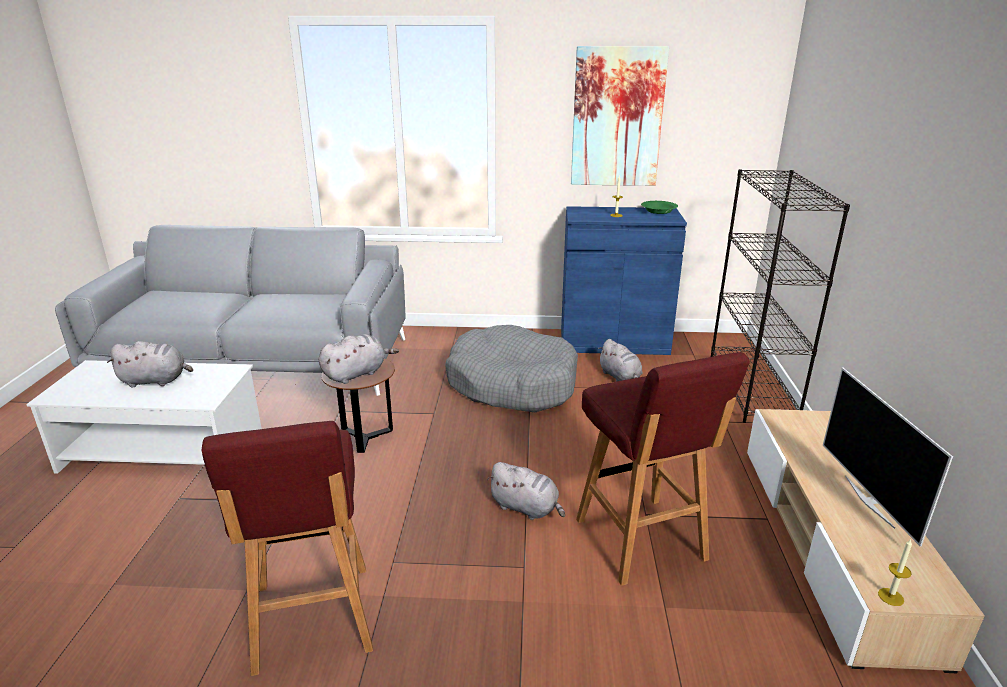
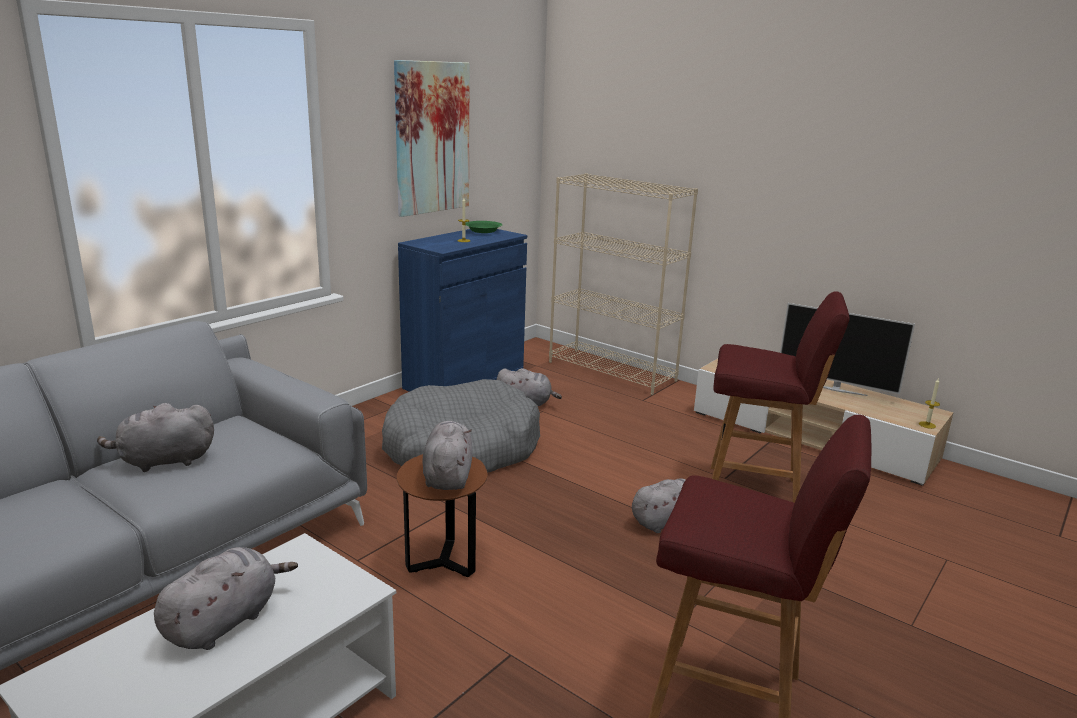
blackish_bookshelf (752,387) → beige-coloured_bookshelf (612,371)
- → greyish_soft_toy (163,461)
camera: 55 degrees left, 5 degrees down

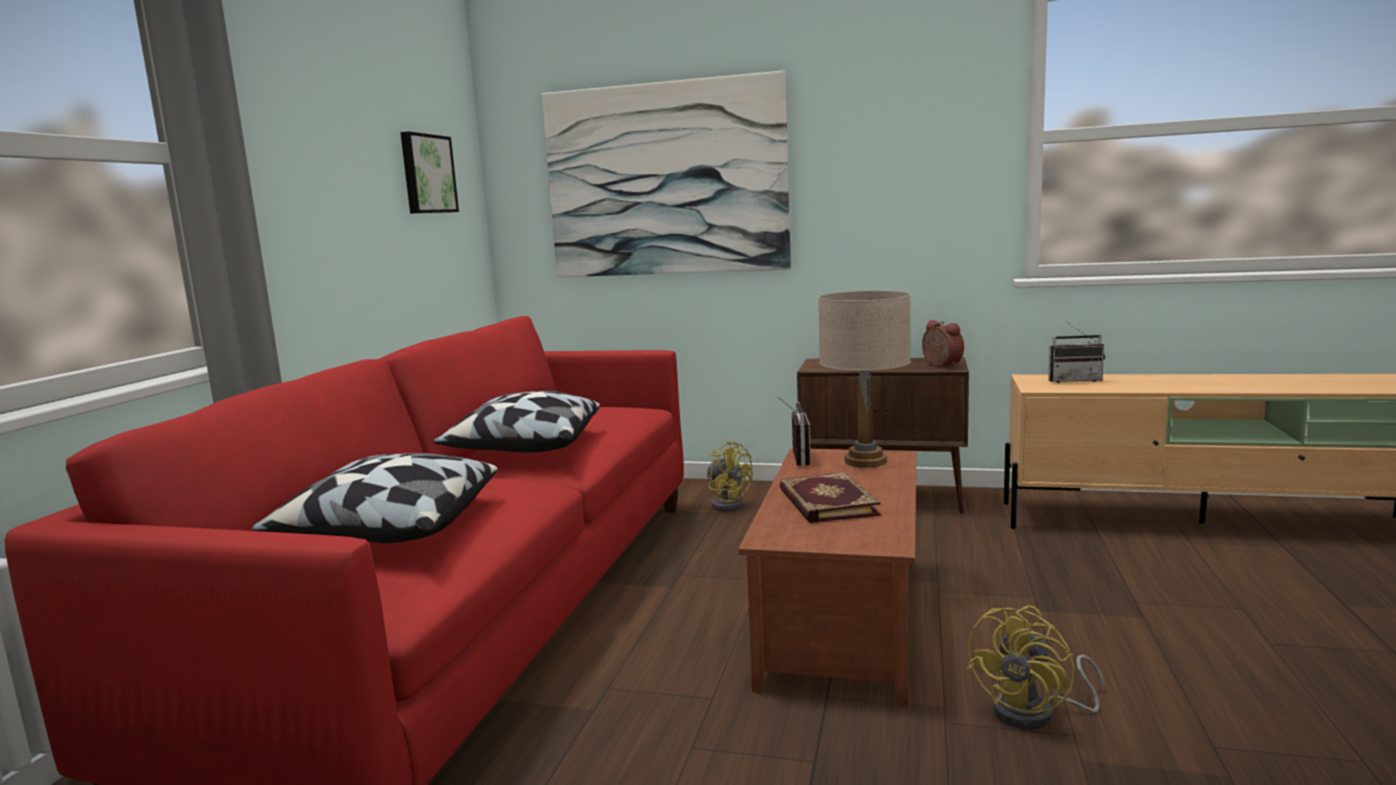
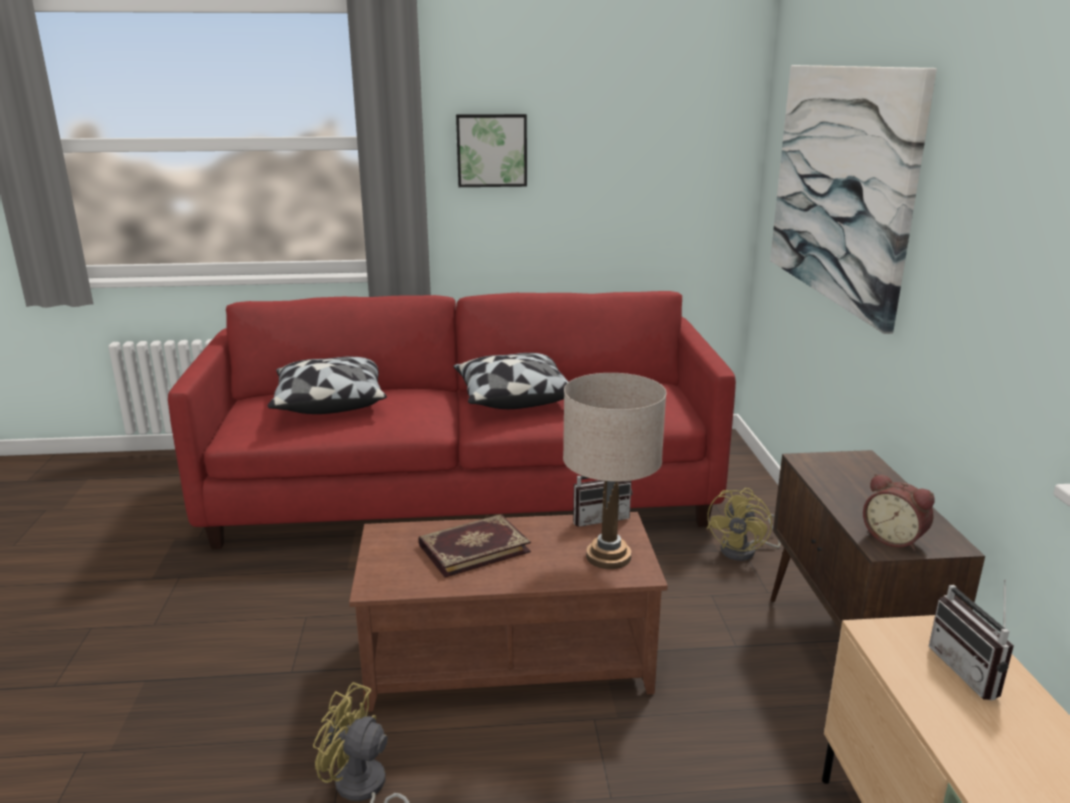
wall_picture (426,174) → wall_picture (491,150), relocated
table_clock (940,366) → table_clock (894,538), 90 degrees clockwise
camera: 70 degrees right, 10 degrees up

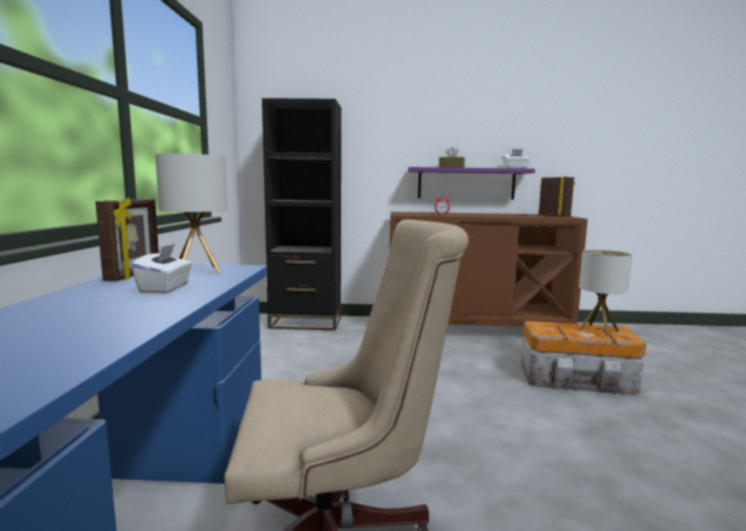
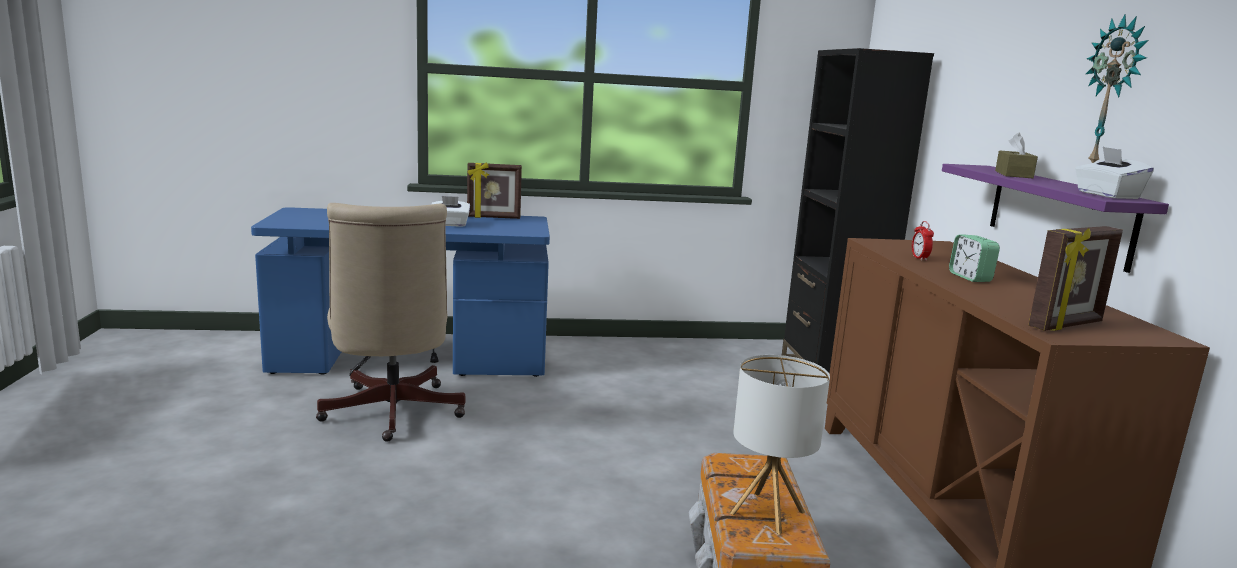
lamp_for_a_table (197,271) → -
- → table_clock (970,277)
- → wall_clock (1114,92)
camera: 80 degrees right, 5 degrees up

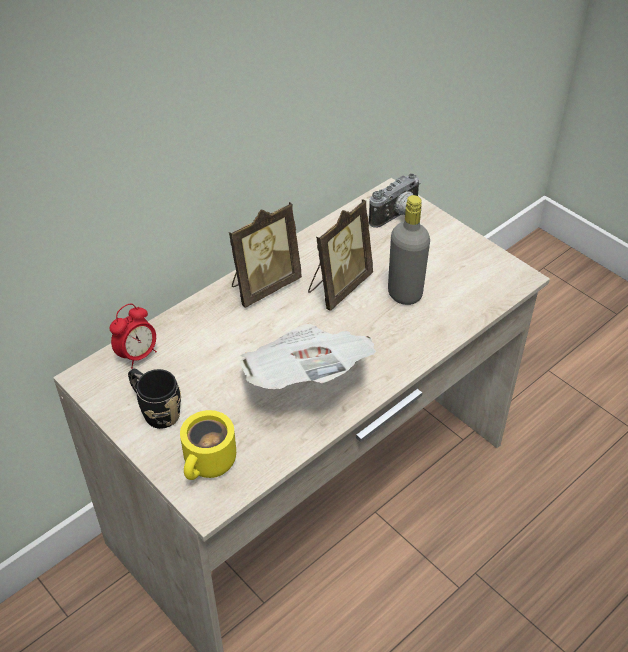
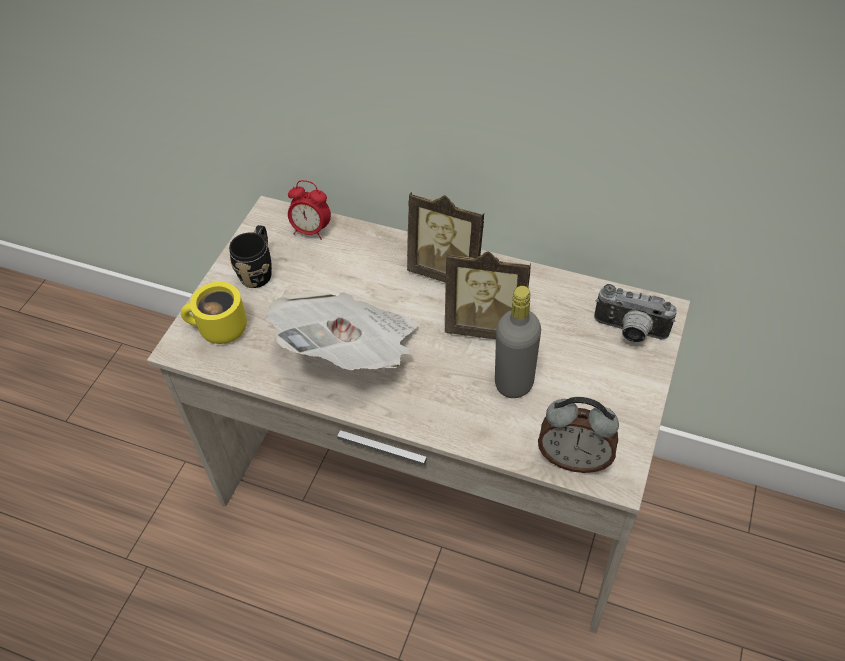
- → table_clock (574,458)
camera: 65 degrees right, 5 degrees up

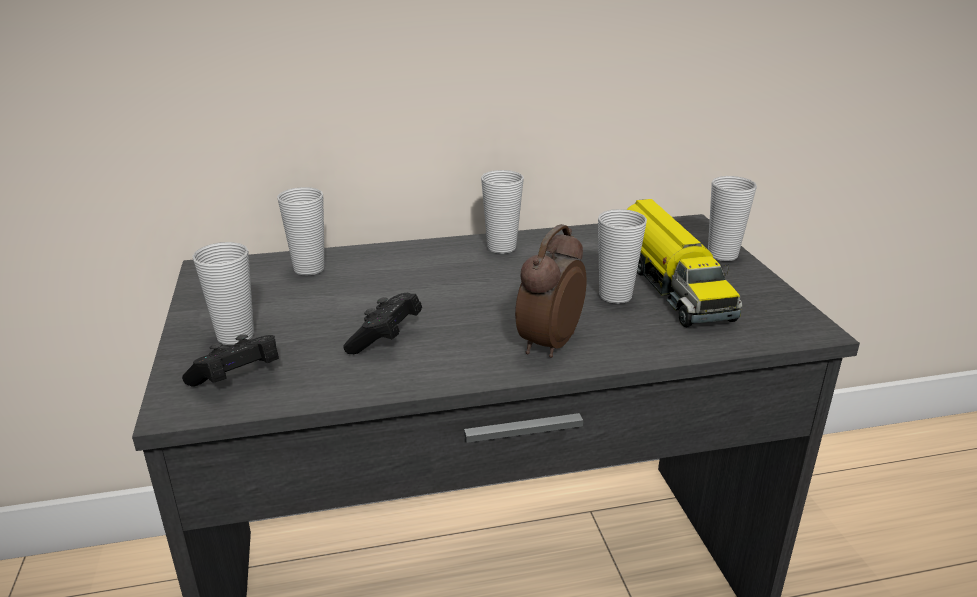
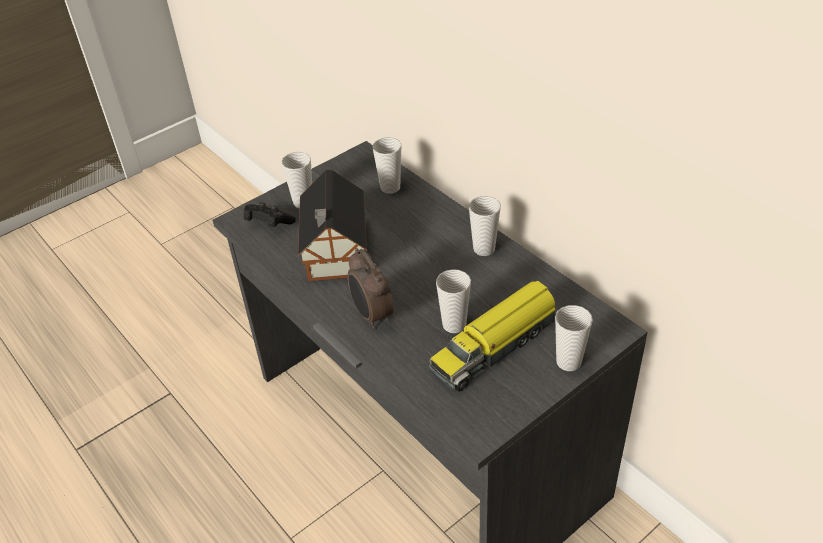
blackish_game_controller (385,339) → model_house (335,252)
table_clock (547,344) → table_clock (371,315), 120 degrees counterclockwise
camera: 65 degrees right, 15 degrees up

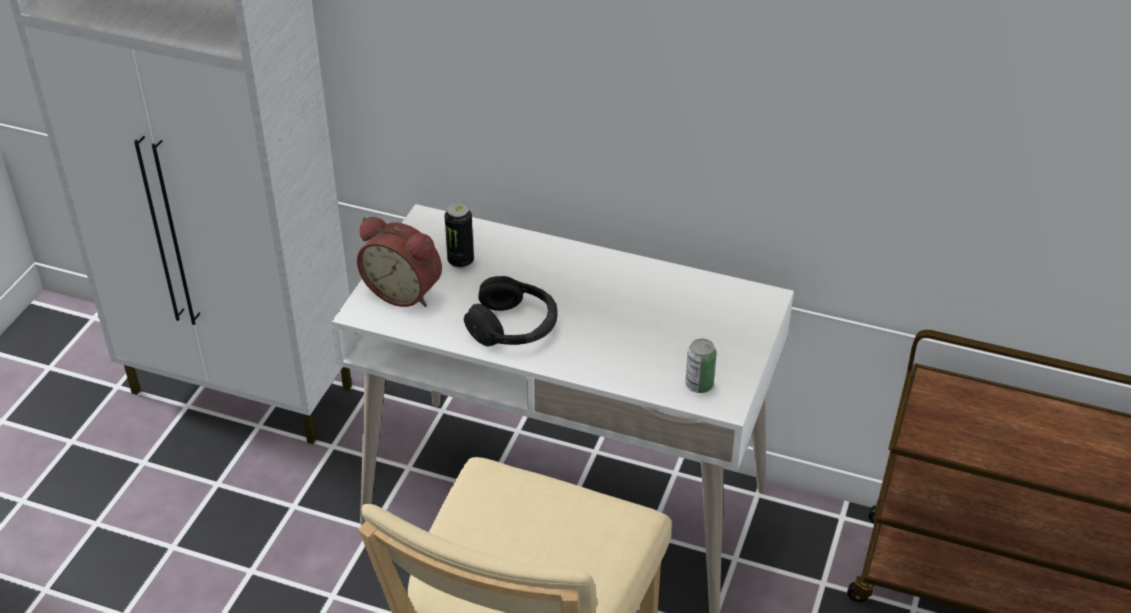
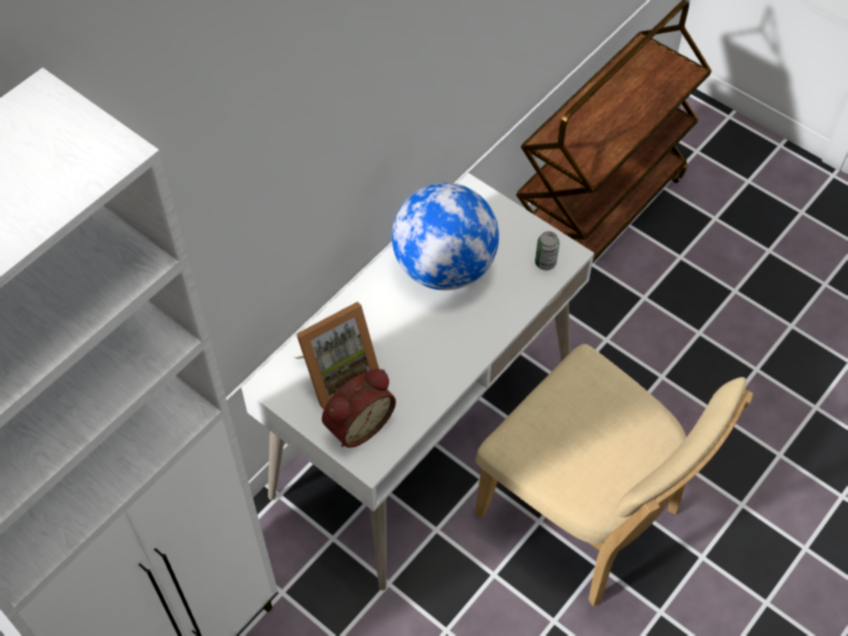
metal_can (460,261) → standing_frame (337,373)
blackish_headphones (513,327) → -
- → world_globe (444,267)
camera: 70 degrees left, 15 degrees up

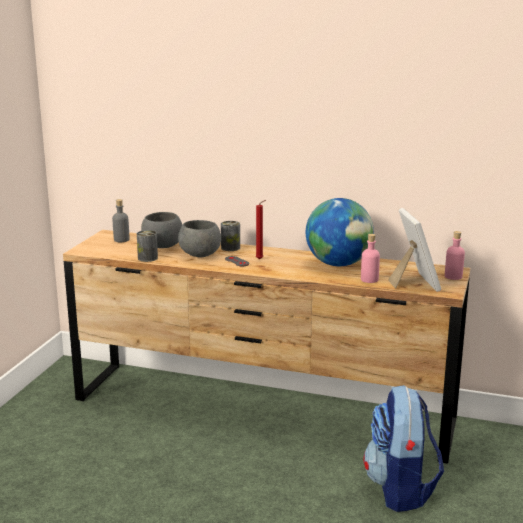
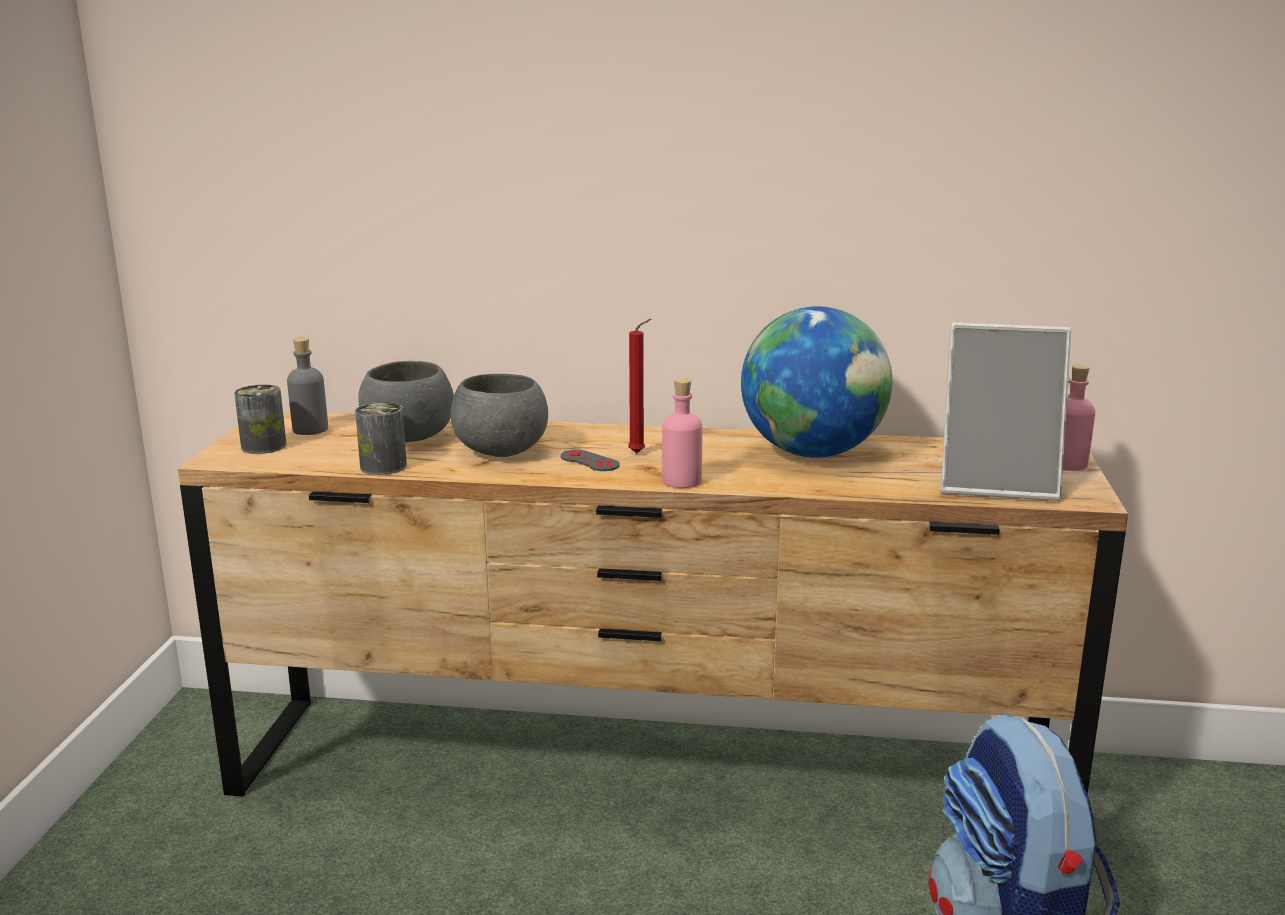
metal_can (230,248) → metal_can (263,446), relocated
pink_beverage_bottle (369,279) → pink_beverage_bottle (681,481), relocated
standing_frame (413,283) → standing_frame (997,483), 120 degrees clockwise
camera: 10 degrees left, 0 degrees up

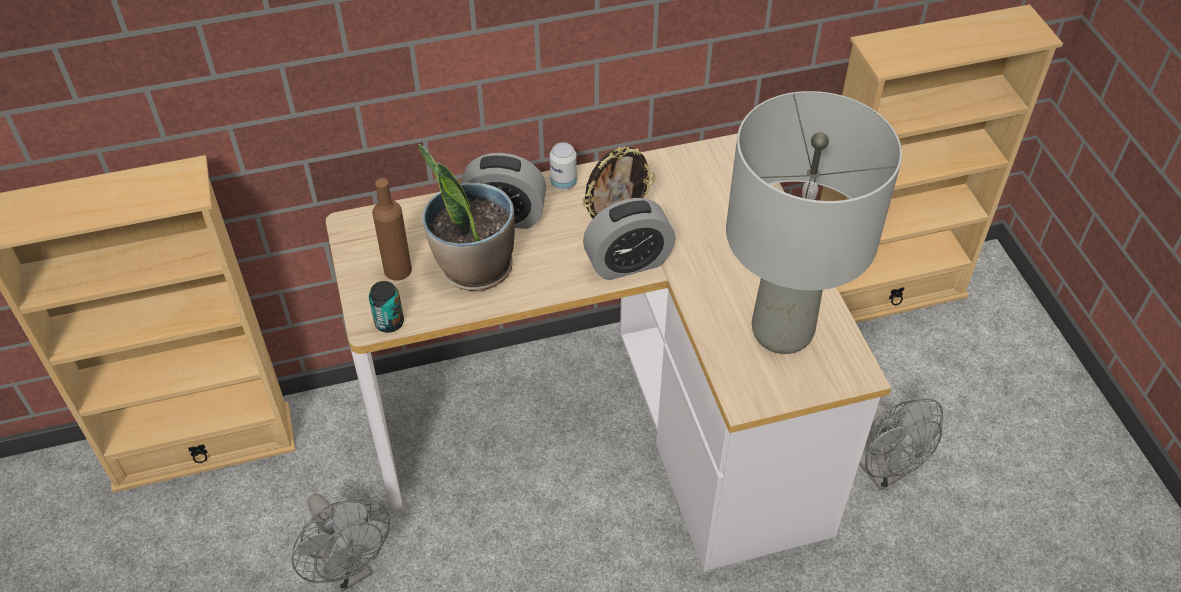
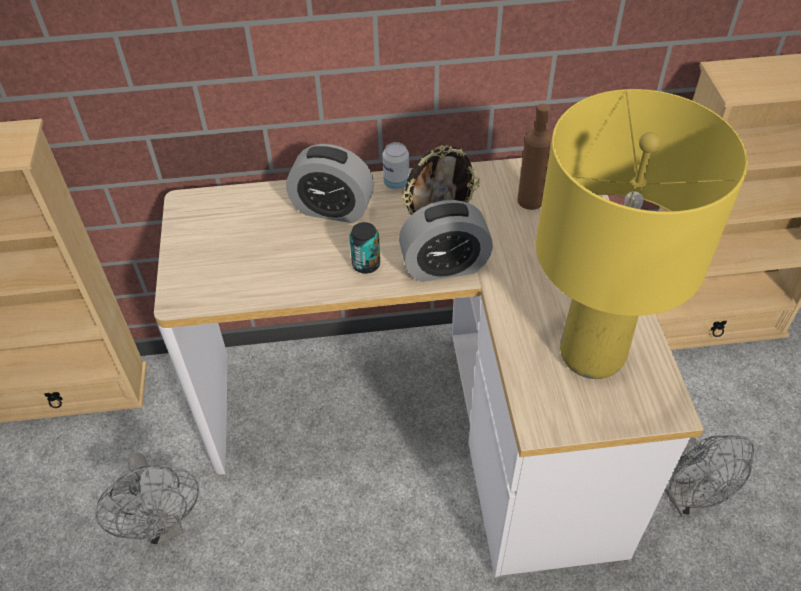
metal_can (389,322) → metal_can (366,264), relocated
brown-coloured_beverage_bottle (397,270) → brown-coloured_beverage_bottle (530,200), relocated
potted_plant (474,268) → -
greyish_lamp_for_a_table (782,332) → yellow_lamp_for_a_table (592,355)
camera: 10 degrees right, 0 degrees up

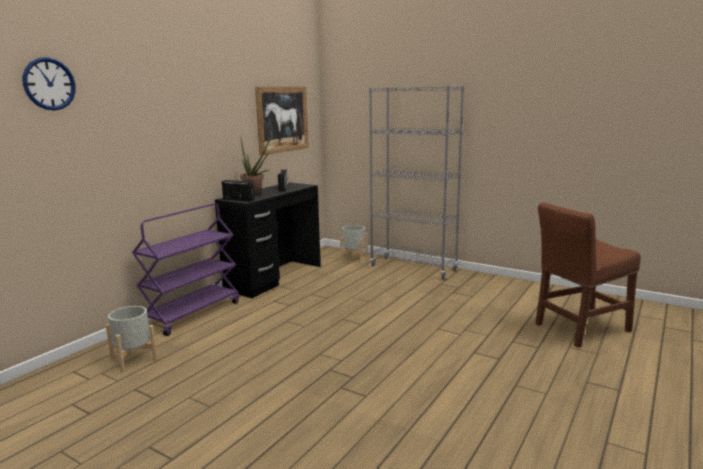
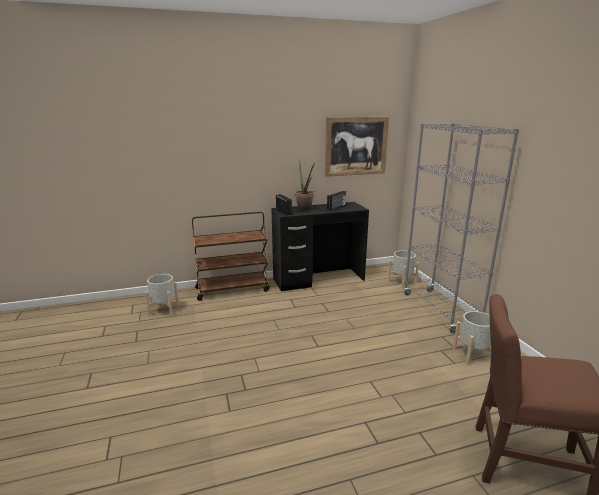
wall_clock (49,84) → -
purple-coloured_cart (192,313) → brown-coloured_cart (233,289)
- → greyish_planter (472,354)
camera: 40 degrees right, 5 degrees up

